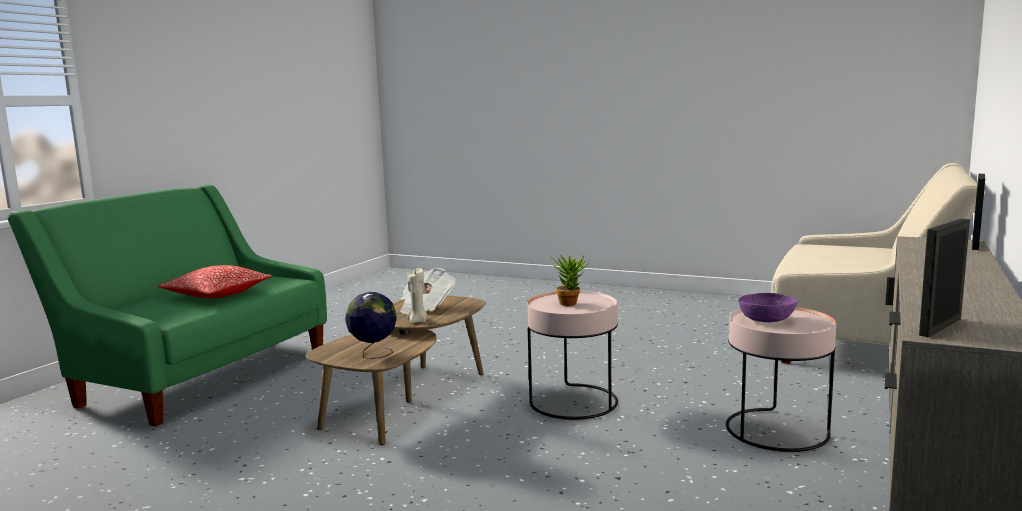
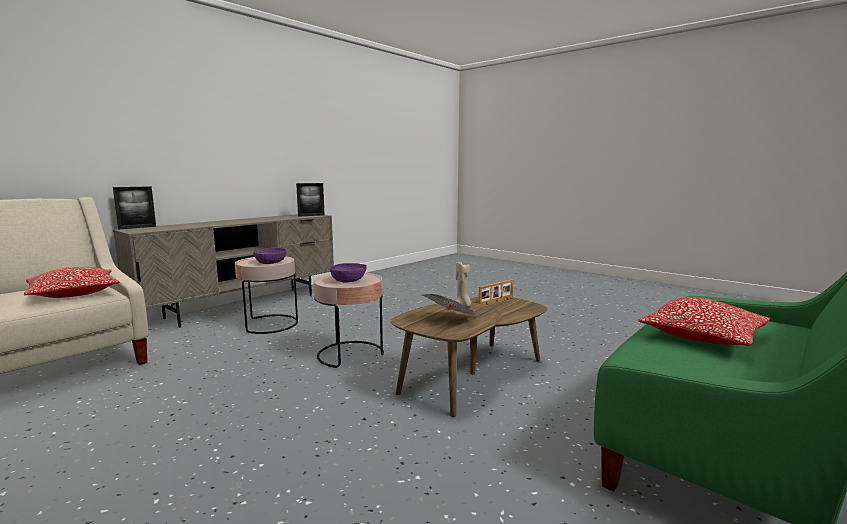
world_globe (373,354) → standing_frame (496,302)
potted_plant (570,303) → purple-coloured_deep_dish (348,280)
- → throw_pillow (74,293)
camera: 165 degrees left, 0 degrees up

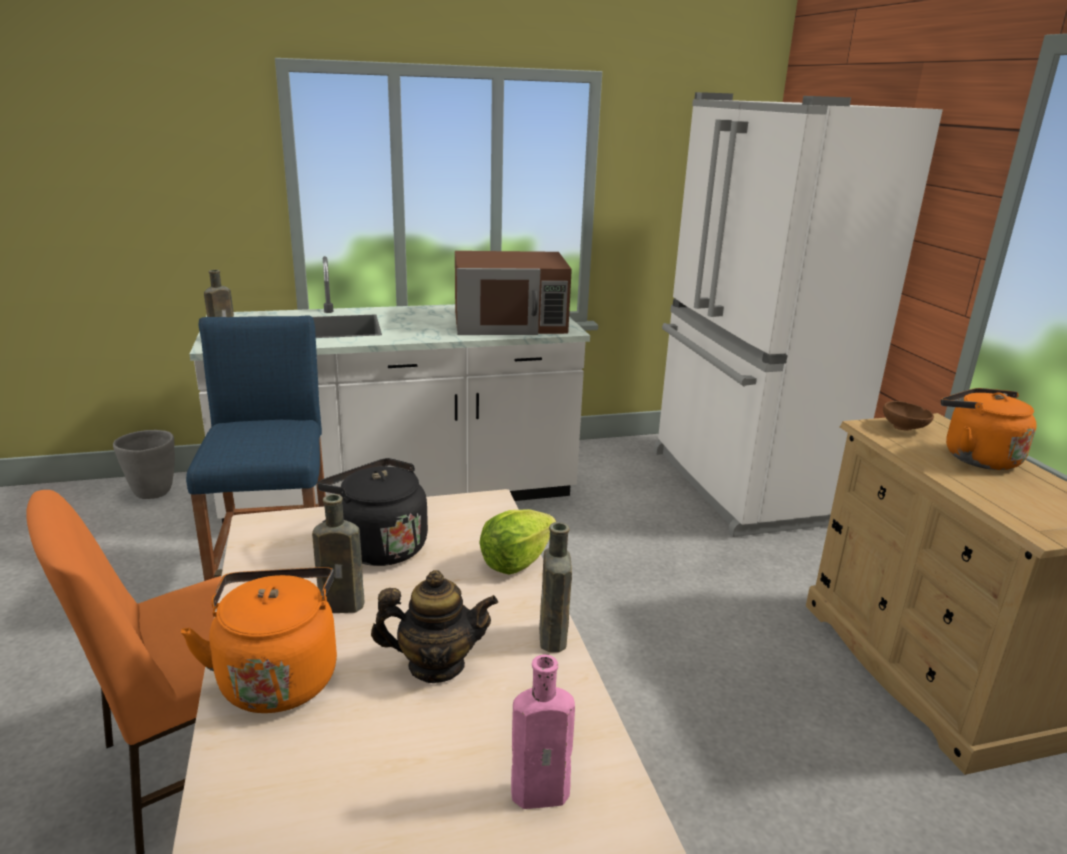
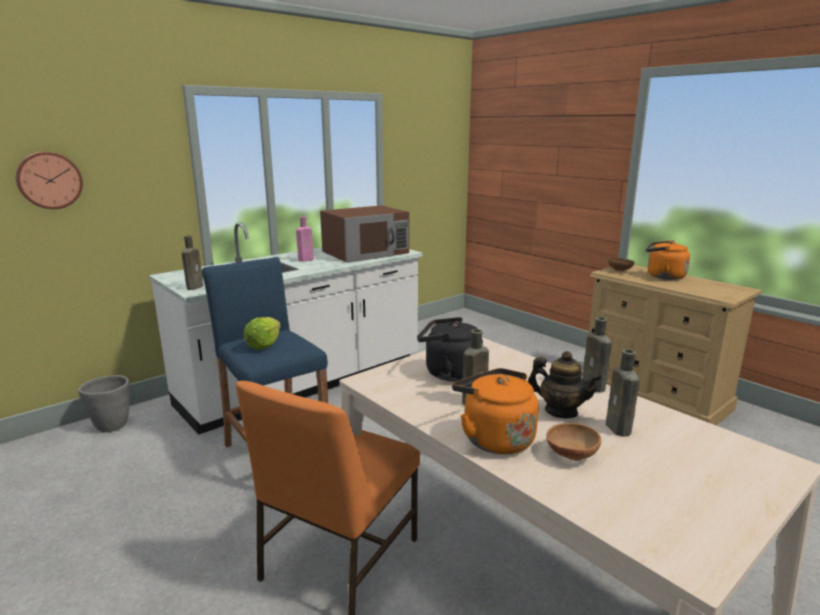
pot_for_tea (436,665) → pot_for_tea (561,411), 60 degrees clockwise
lettuce_head (516,561) → lettuce_head (264,345), relocated
pink_beverage_bottle (544,792) → pink_beverage_bottle (307,259), relocated
white-coloured_kitchen_fridge (739,486) → -
- → wall_clock (49,180)
- → brown-coloured_deep_dish (570,455)
- → brown-coloured_beverage_bottle (619,429)
camera: 25 degrees left, 5 degrees down

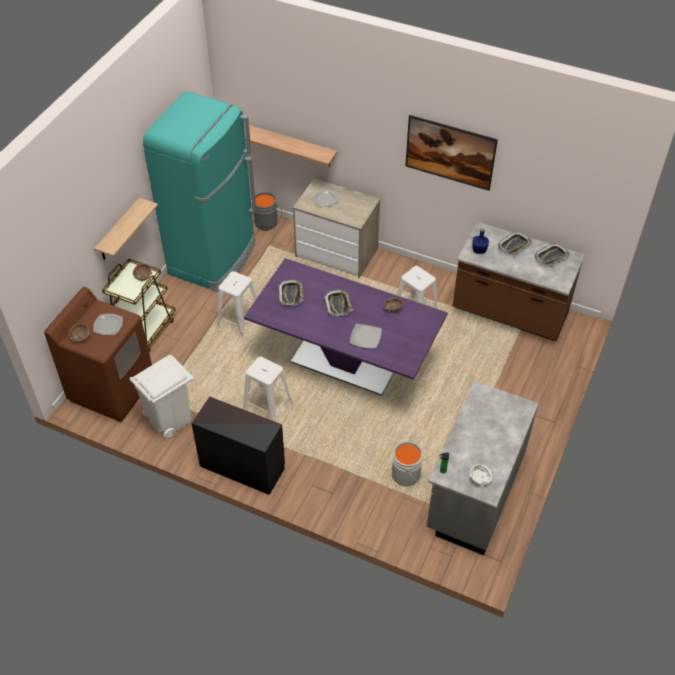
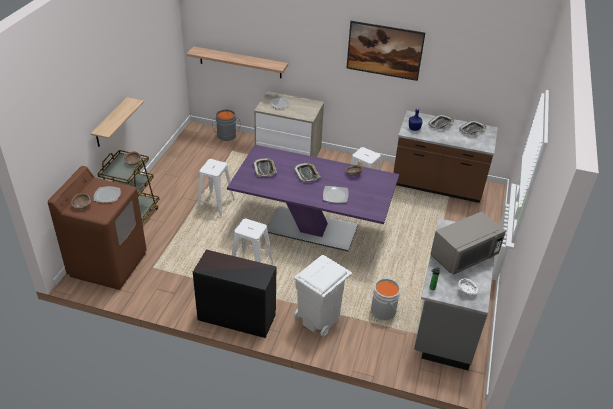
white-coloured_waste_bin (169,418) → white-coloured_waste_bin (318,318), relocated
blue-green_kitchen_fridge (213,258) → -
- → greyish_microwave_oven (464,256)
camera: 10 degrees left, 10 degrees down

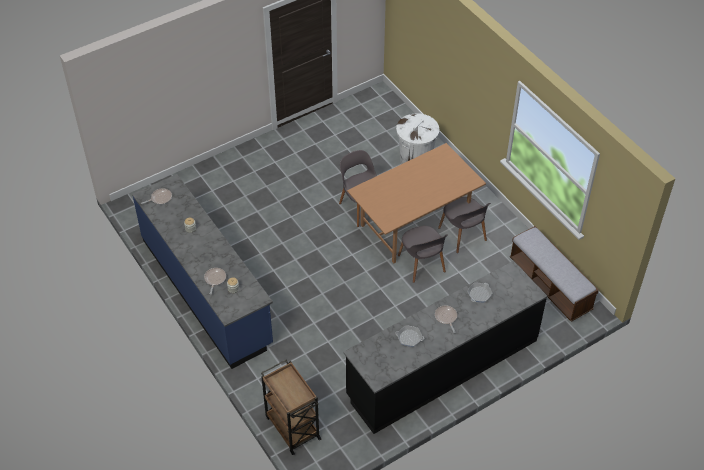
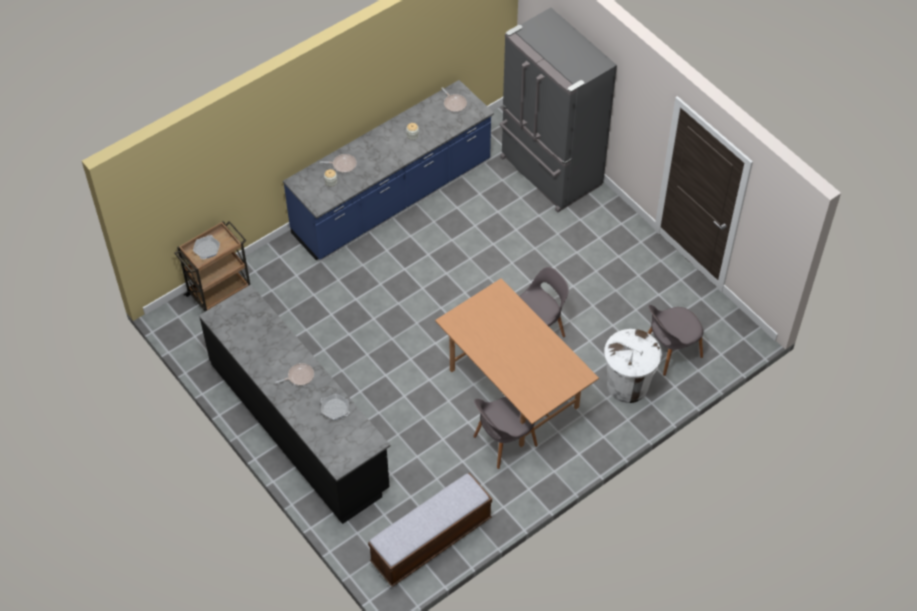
skillet (409,338) → skillet (207,249), relocated
greyish_upright_chair (421,265) → greyish_upright_chair (670,351), relocated
- → greyish_kitchen_fridge (549,172)
camera: 85 degrees right, 5 degrees up

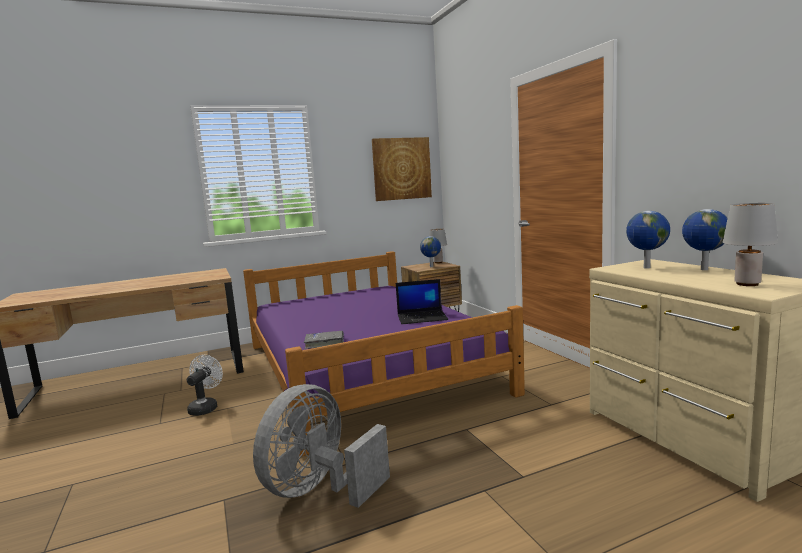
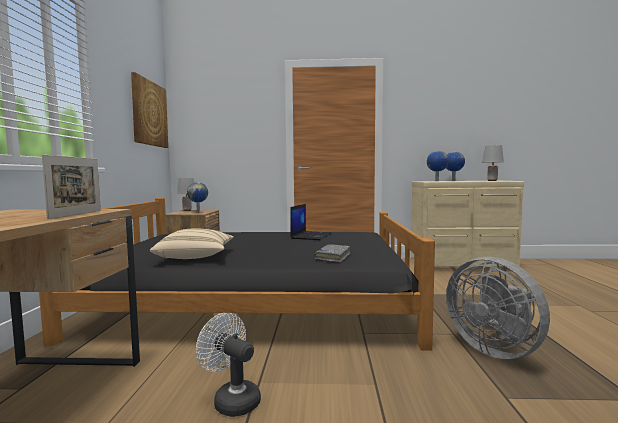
purple-coloured_bed (365,367) → blackish_bed (259,301)
- → standing_frame (76,214)
- → beige-coloured_throw_pillow (196,257)
camera: 65 degrees left, 5 degrees down

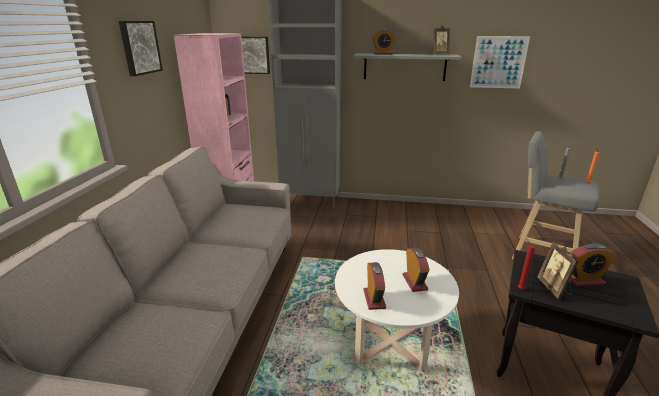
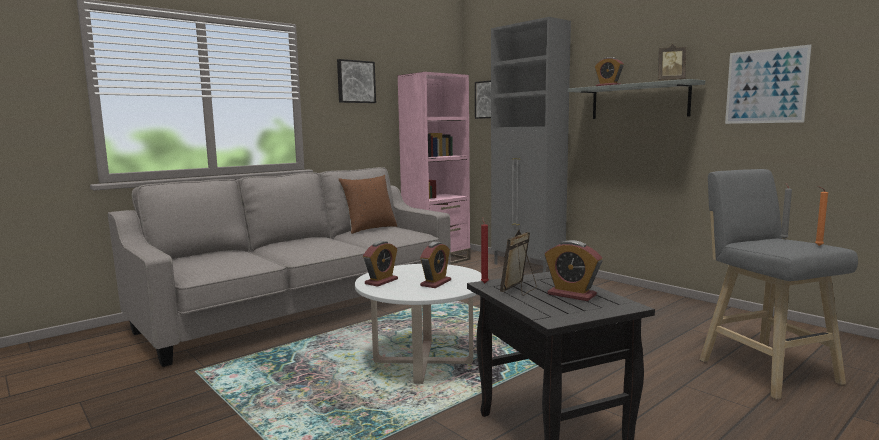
- → brown-coloured_throw_pillow (369,229)
camera: 40 degrees right, 15 degrees down

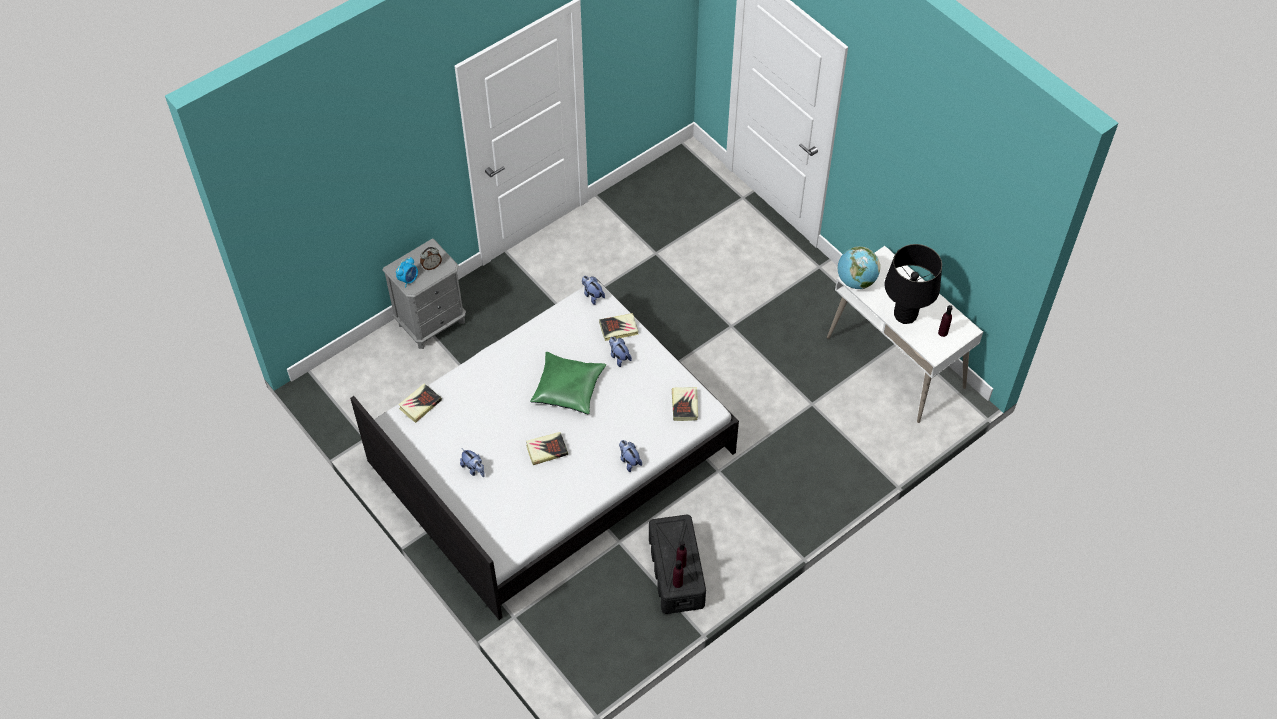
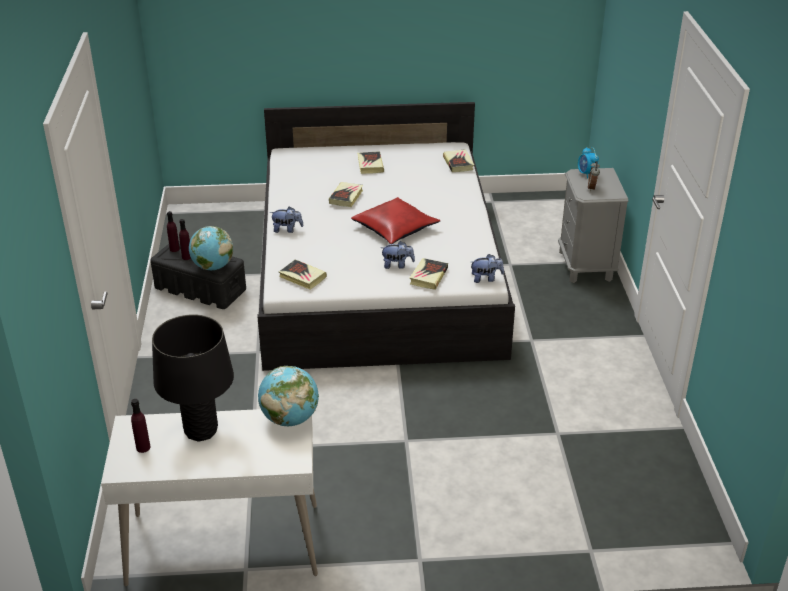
soft_toy (474,469) → book (370,165)
greenish_throw_pillow (567,388) → red-coloured_throw_pillow (395,228)
- → world_globe (213,267)
camera: 125 degrees right, 20 degrees down

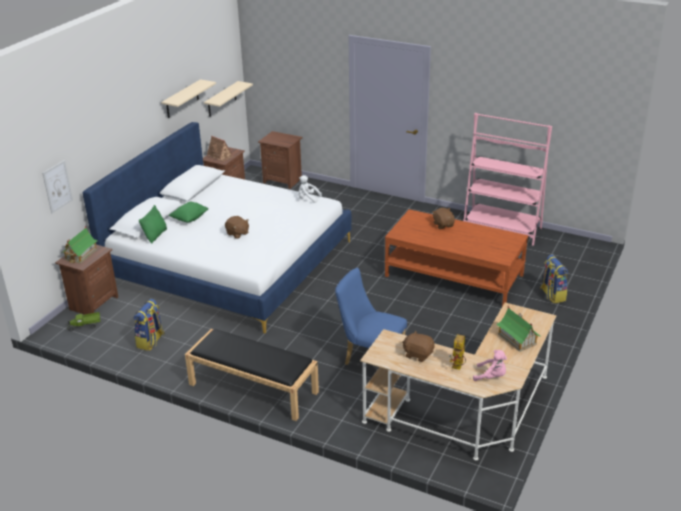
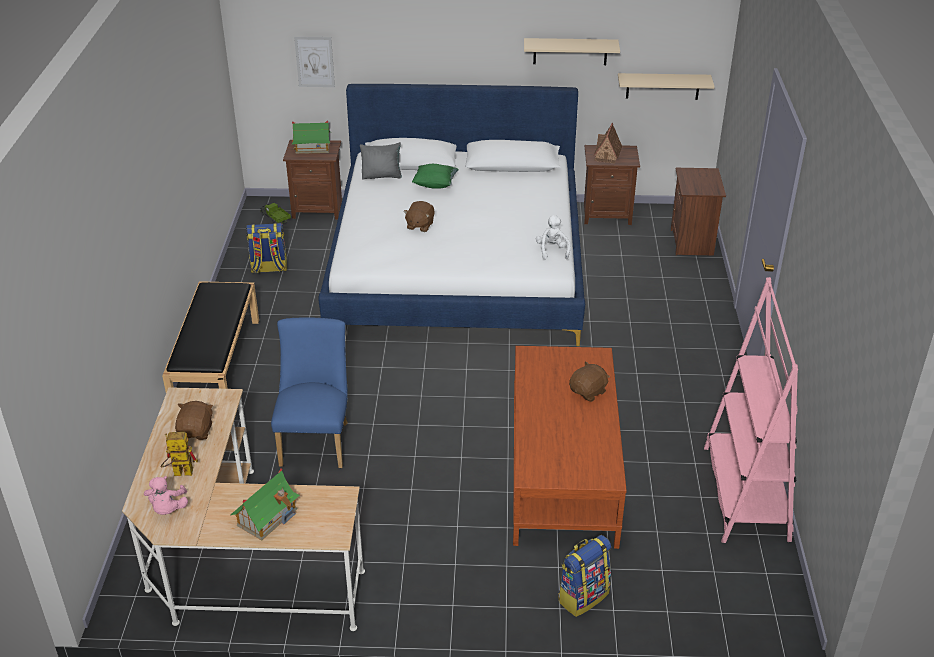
greenish_throw_pillow (155,235) → greyish_throw_pillow (382,176)
camera: 65 degrees right, 5 degrees up

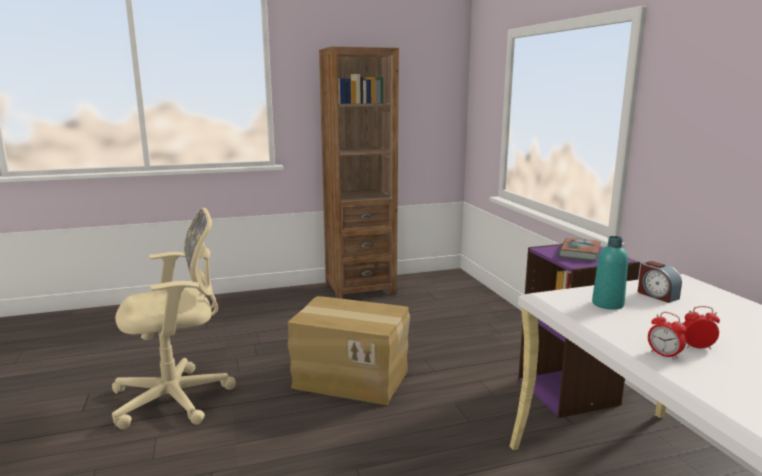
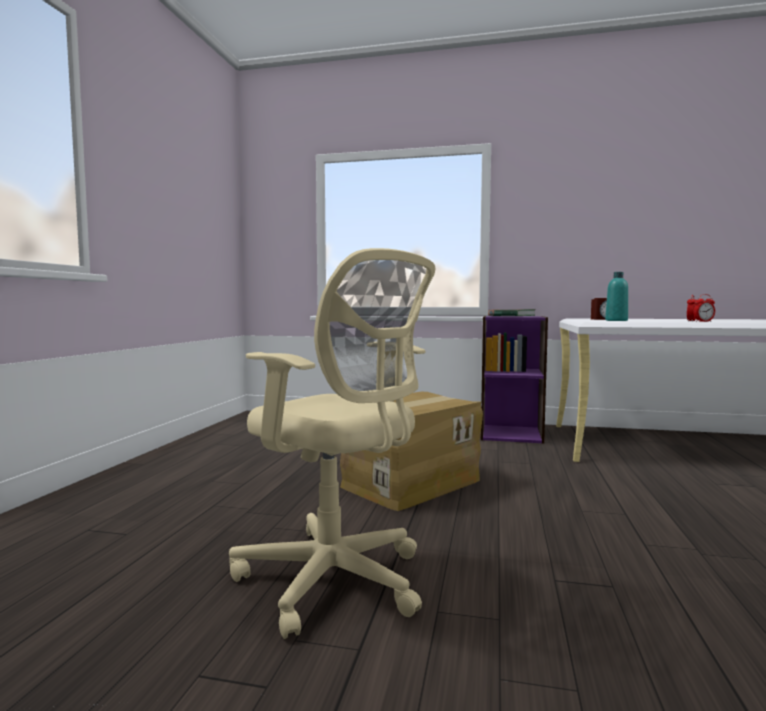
beige-coloured_desk_chair (178,398) → beige-coloured_desk_chair (337,582), 120 degrees clockwise
brown-coloured_bookshelf (360,289) → -
camera: 60 degrees left, 10 degrees down

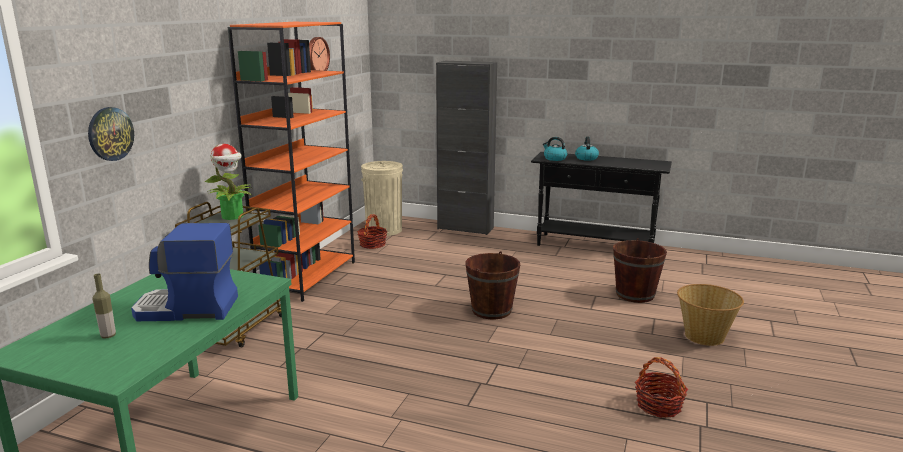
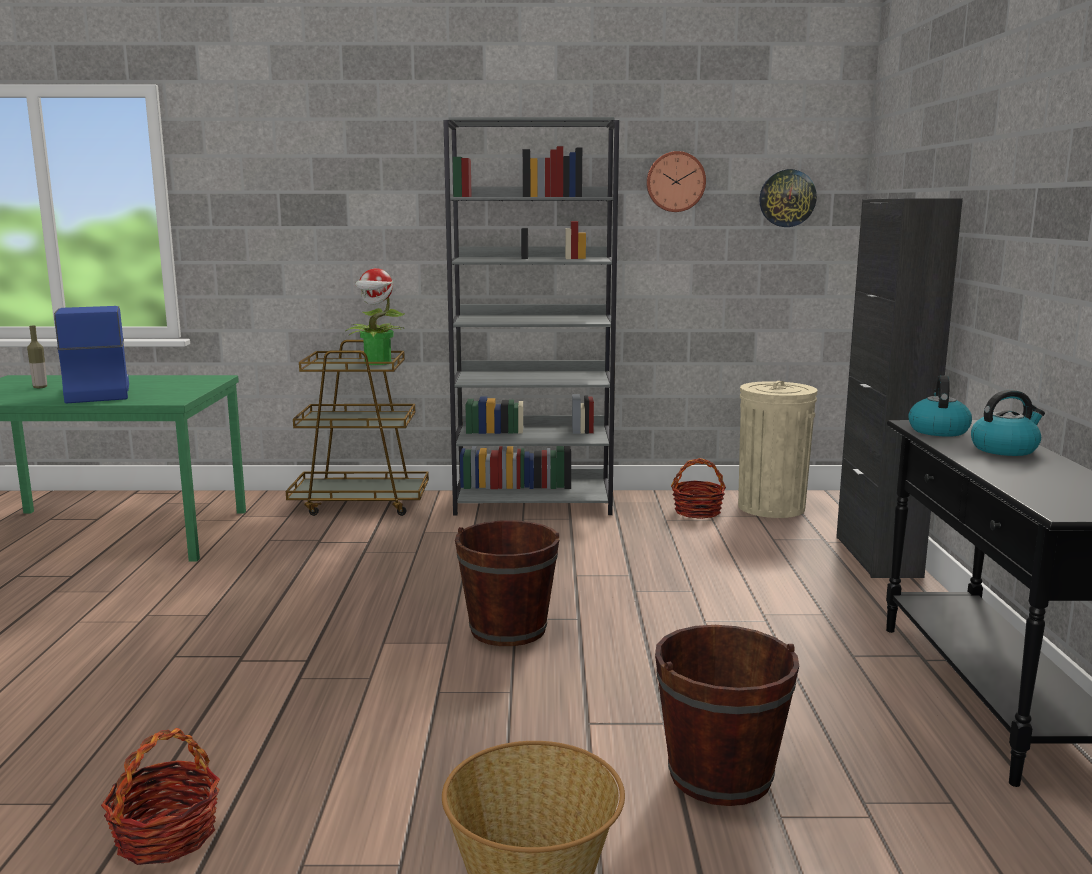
wall_clock (110,134) → wall_clock (787,198), relocated
orangey_bookshelf (307,277) → greyish_bookshelf (534,502)
camera: 70 degrees right, 5 degrees down

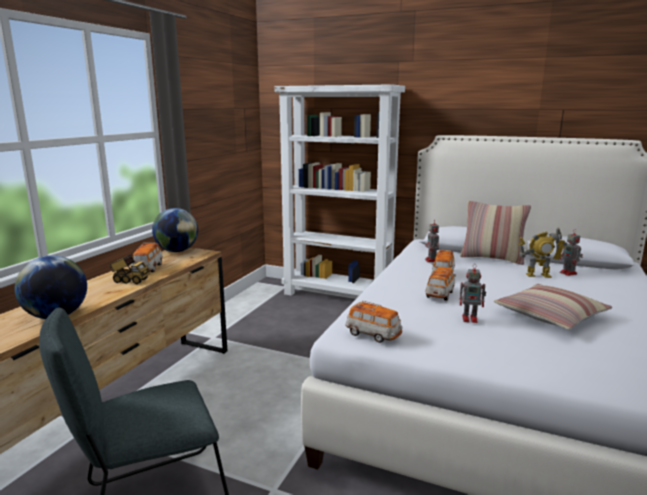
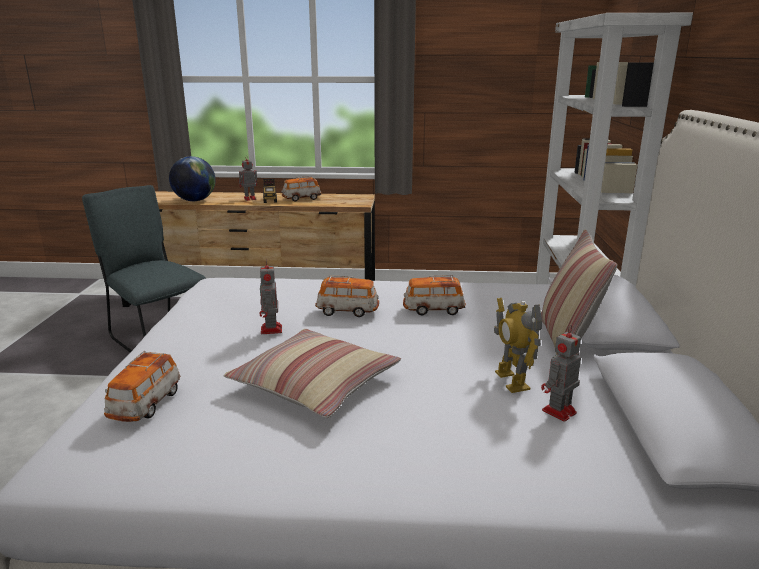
world_globe (177,251) → -
miniature_car (373,335) → miniature_car (146,405), relocated
robot_figure (432,260) → robot_figure (249,199), relocated
camera: 70 degrees right, 5 degrees up

